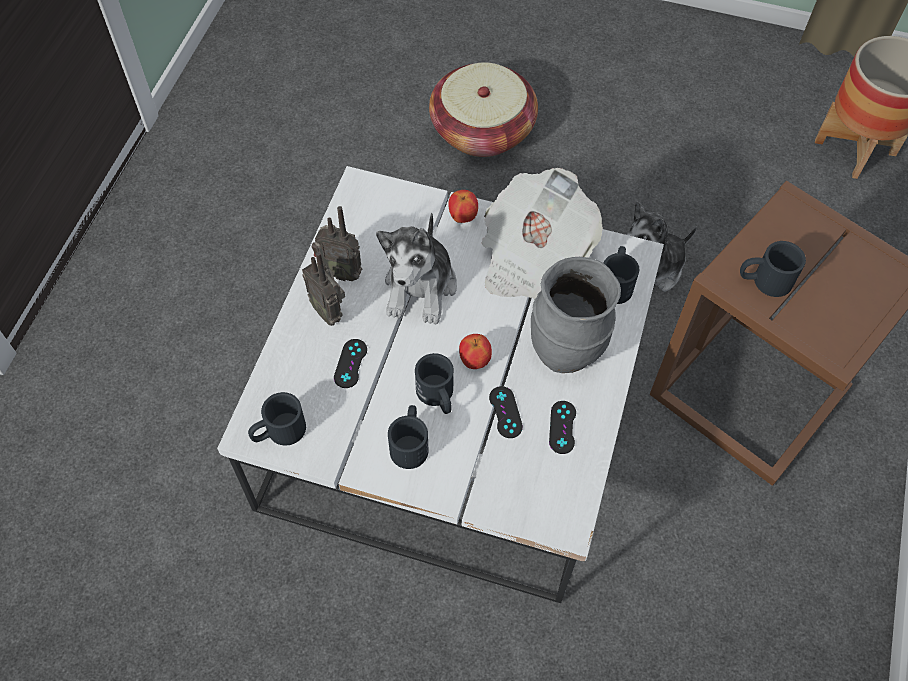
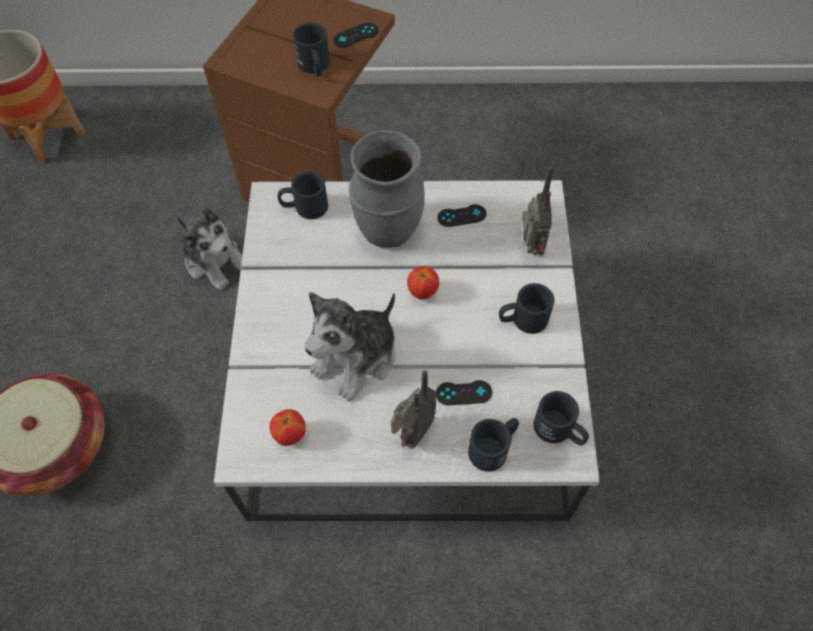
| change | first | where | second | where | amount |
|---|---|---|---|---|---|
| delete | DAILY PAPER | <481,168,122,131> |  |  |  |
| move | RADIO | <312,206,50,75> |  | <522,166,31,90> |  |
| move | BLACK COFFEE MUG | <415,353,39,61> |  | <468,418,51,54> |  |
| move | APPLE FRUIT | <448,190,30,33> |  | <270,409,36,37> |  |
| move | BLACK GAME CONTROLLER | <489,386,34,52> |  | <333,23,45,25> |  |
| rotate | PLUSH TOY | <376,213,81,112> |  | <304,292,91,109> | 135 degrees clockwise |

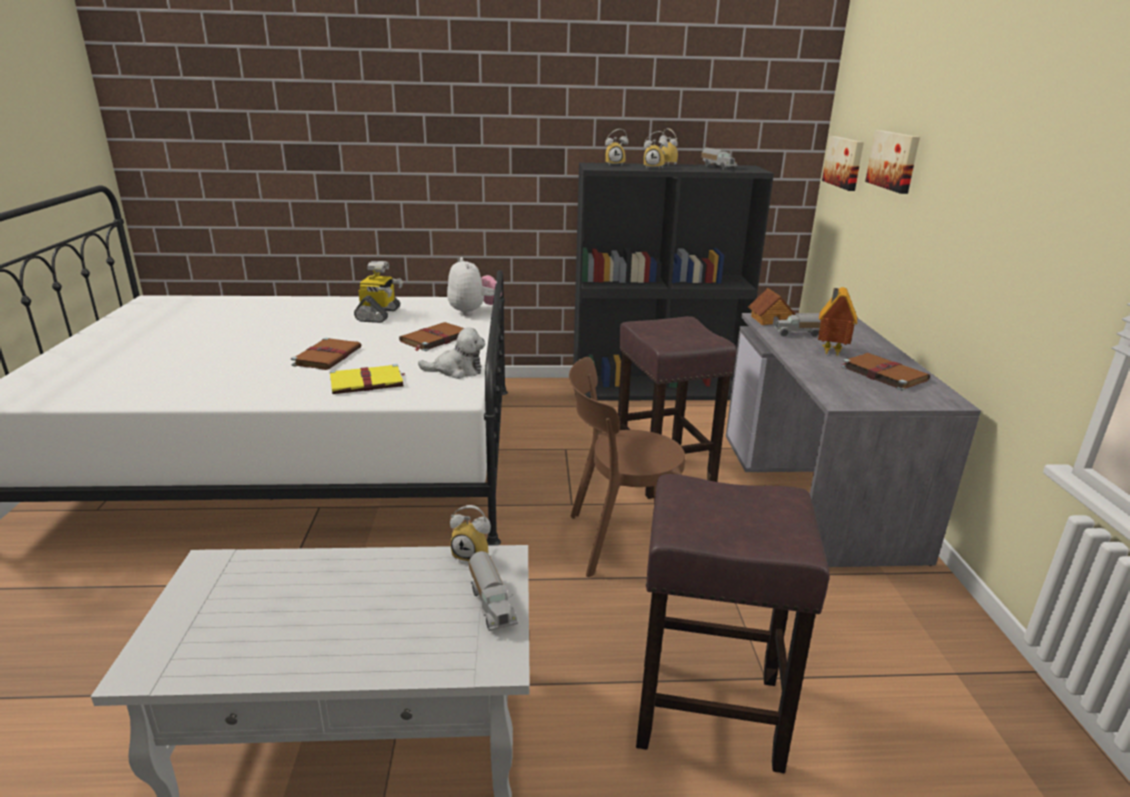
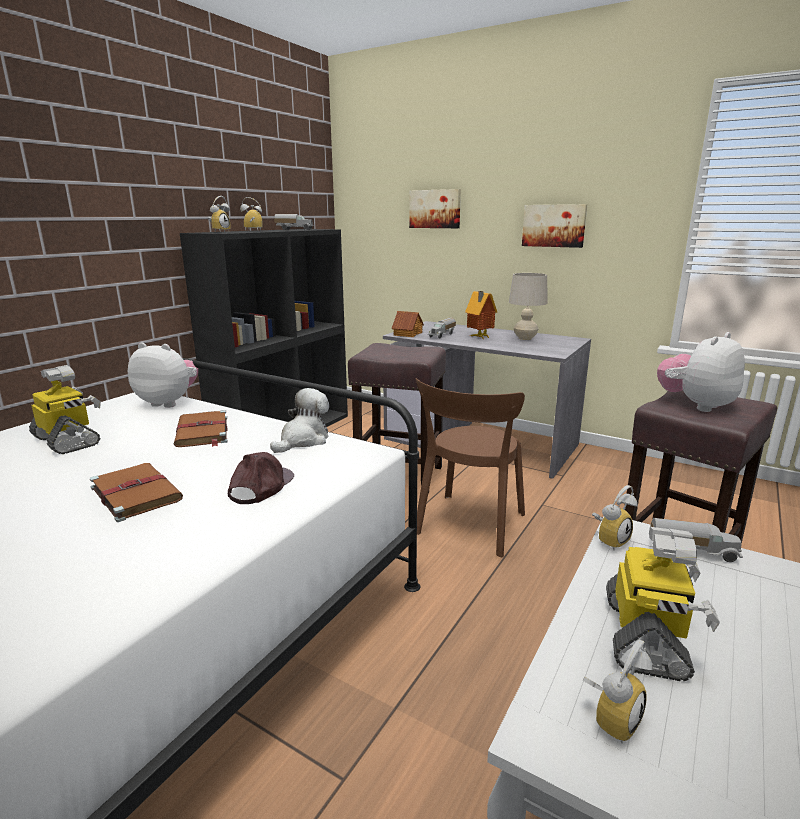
| change | first | where | second | where | amount |
|---|---|---|---|---|---|
| insert |  |  | ROBOT FIGURE | <606,527,114,154> |  |
| insert |  |  | PLUSH TOY | <657,332,88,80> |  |
| move | TABLE CLOCK | <644,131,24,38> |  | <583,640,70,103> |  |
| move | PICTURE | <822,136,42,55> |  | <522,204,65,44> |  |
| replace | YELLOW VOLUME | <330,364,75,30> | BROWN-COLOURED CAP | <228,452,66,52> |  |
| replace | BROWN-COLOURED VOLUME | <841,353,89,38> | SAND-COLOURED TABLE LAMP | <509,273,39,67> |  |

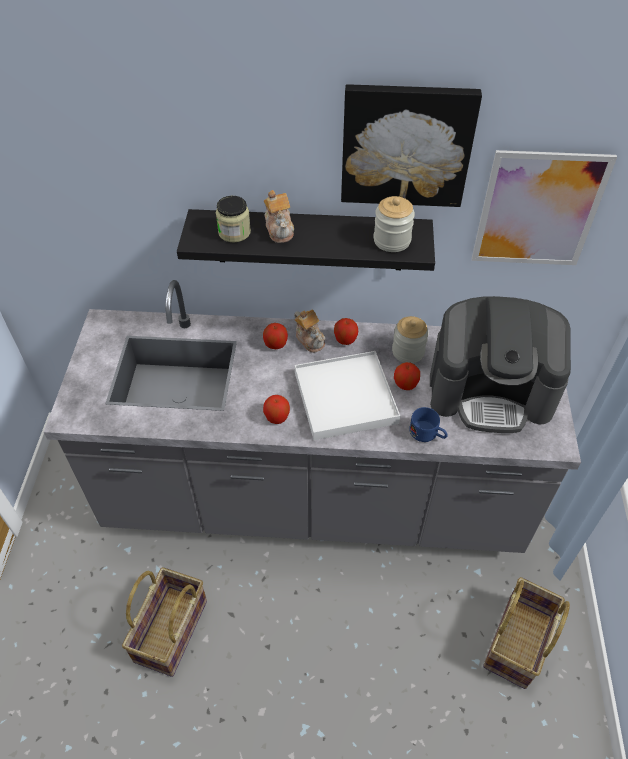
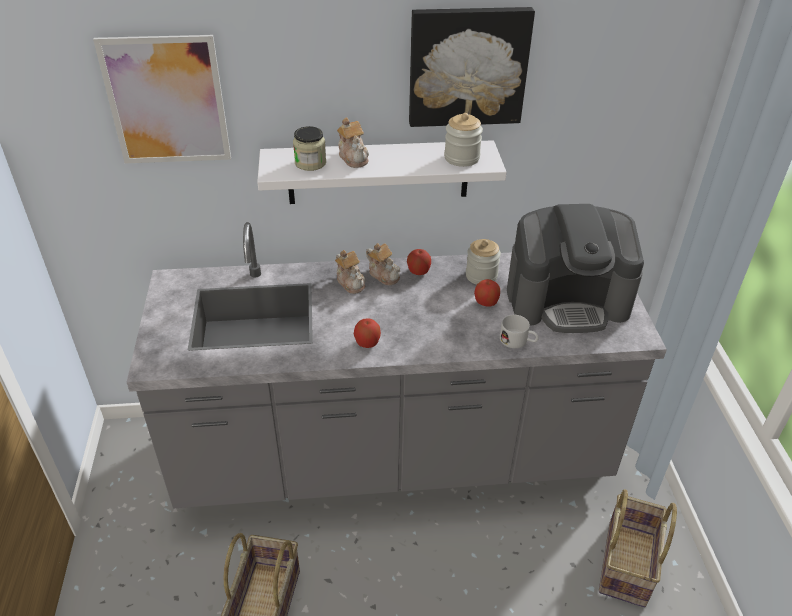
| change | first | where | second | where | amount |
|---|---|---|---|---|---|
| delete | WHITISH TRAY | <295,351,105,89> |  |  |  |
| move | PICTURE | <472,150,145,115> |  | <93,35,138,128> |  |
| replace | APPLE FRUIT | <263,323,25,26> | POT FOR TEA | <335,250,31,44> |  |
| recolor | BLACK WALL SHELF | <177,209,258,62> | WHITISH WALL SHELF | <257,140,250,64> |  |
| recolor | BLUISH COFFEE MUG | <409,407,39,35> | WHITISH COFFEE MUG | <500,315,39,33> |  |

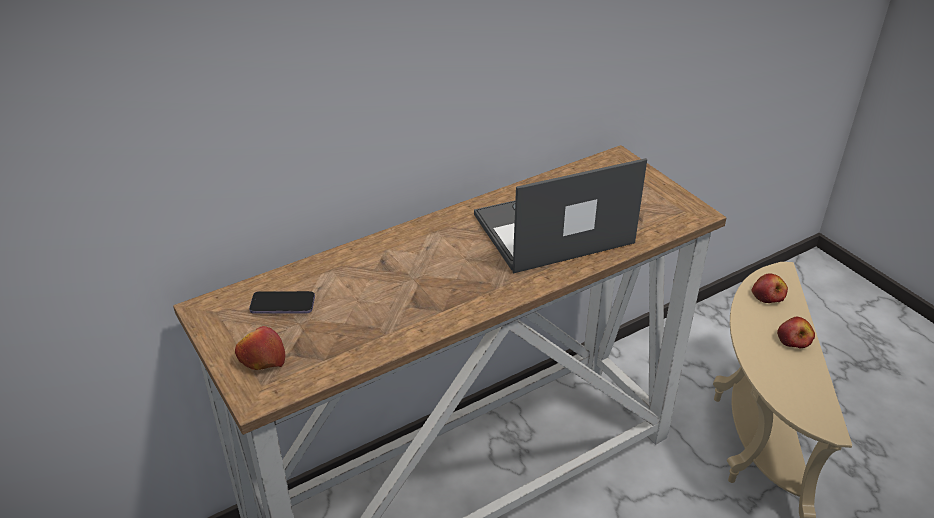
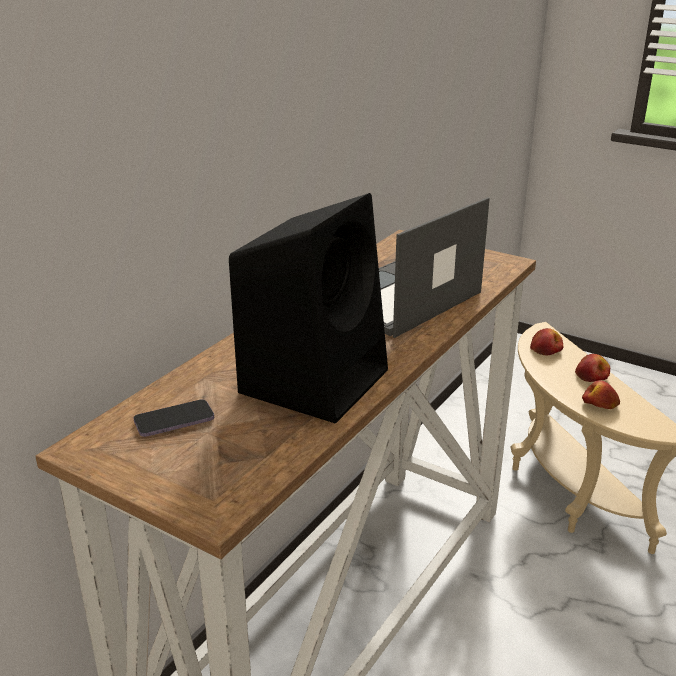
| change | first | where | second | where | amount |
|---|---|---|---|---|---|
| insert |  |  | BLACK SPEAKER | <229,193,159,230> |  |
| move | APPLE FRUIT | <235,326,51,44> |  | <582,381,38,28> |  |

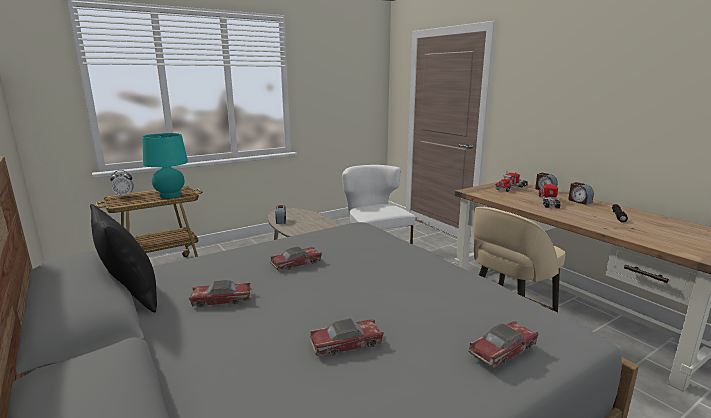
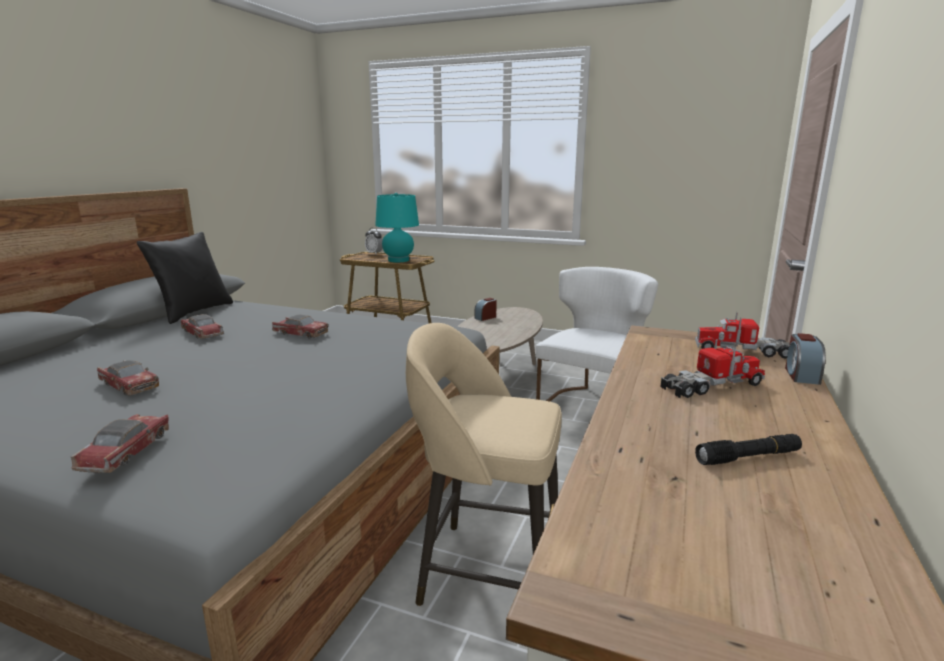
| change | first | where | second | where | amount |
|---|---|---|---|---|---|
| delete | TABLE CLOCK | <568,182,26,23> |  |  |  |
| rotate | MODEL CAR | <468,321,70,47> |  | <71,414,98,59> | 105 degrees counterclockwise |

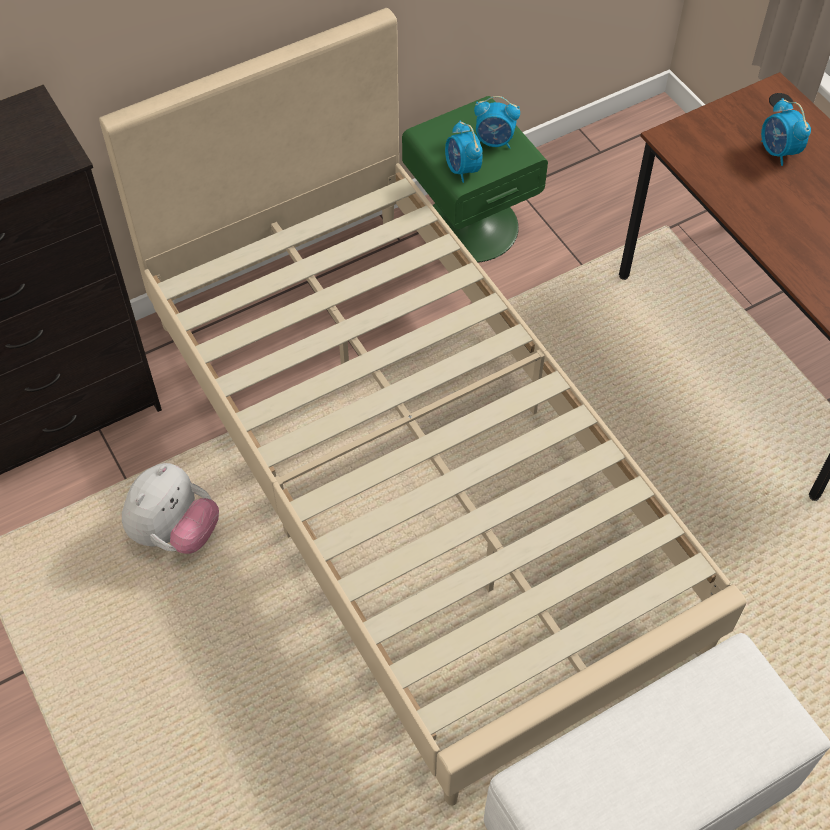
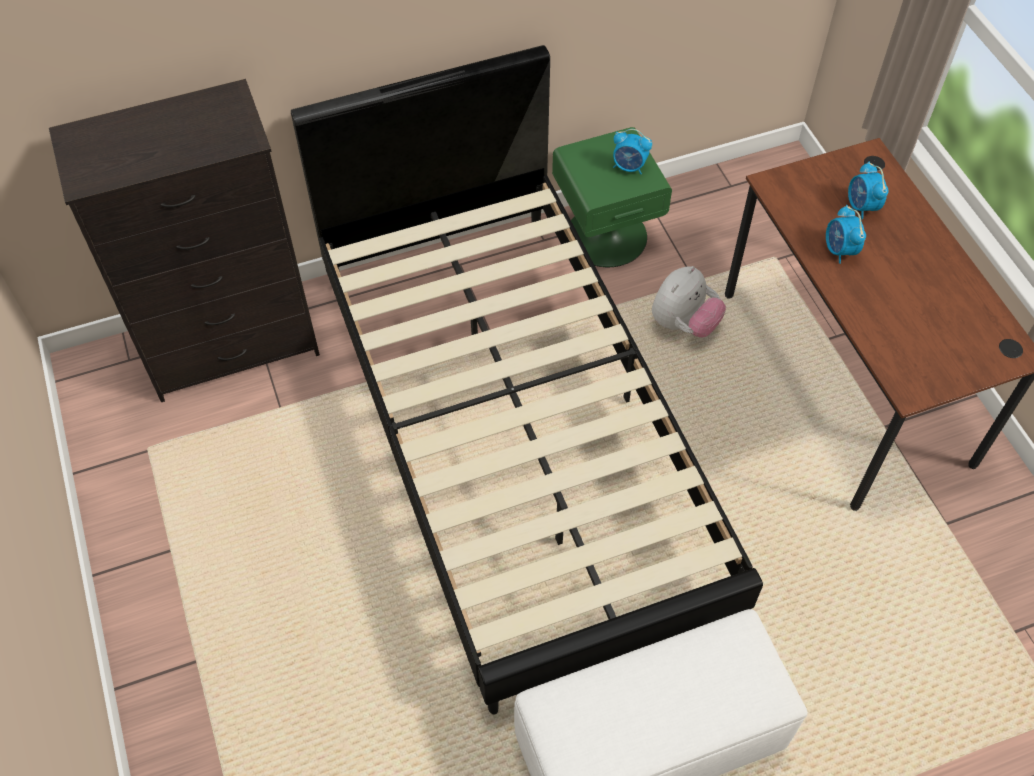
| change | first | where | second | where | amount |
|---|---|---|---|---|---|
| move | PLUSH TOY | <122,463,97,91> |  | <652,266,74,72> |  |
| move | TABLE CLOCK | <445,121,38,62> |  | <826,205,40,59> |  |
| recolor | SAND-COLOURED BEDROOM BED | <99,8,648,797> | BLACK BEDROOM BED | <291,45,472,669> |  |

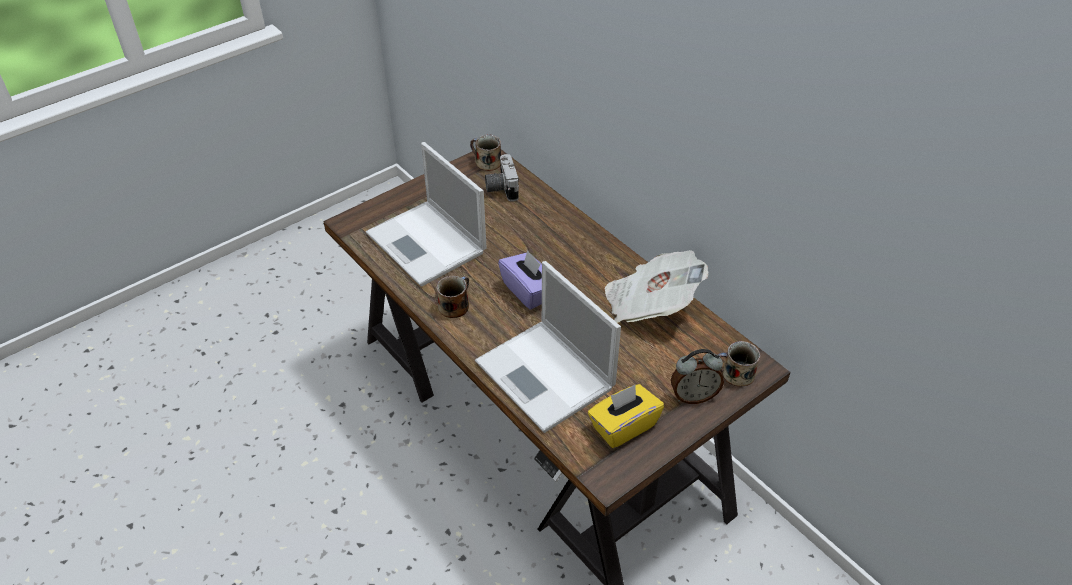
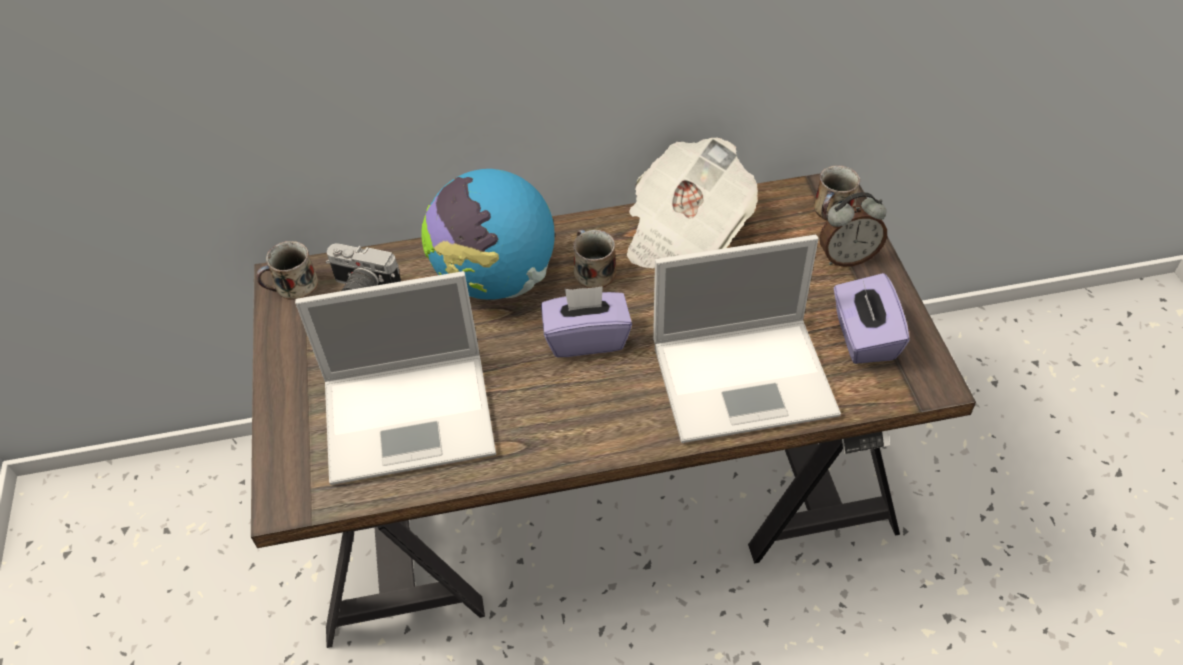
| change | first | where | second | where | amount |
|---|---|---|---|---|---|
| insert |  |  | WORLD GLOBE | <421,169,134,131> |  |
| move | COFFEE MUG | <436,276,33,42> |  | <573,229,43,59> |  |
| recolor | YELLOW TISSUE BOX | <588,384,76,64> | PURPLE-COLOURED TISSUE BOX | <834,273,76,91> |  |
| rotate | TABLE CLOCK | <671,349,53,55> |  | <819,192,68,75> | 60 degrees clockwise |

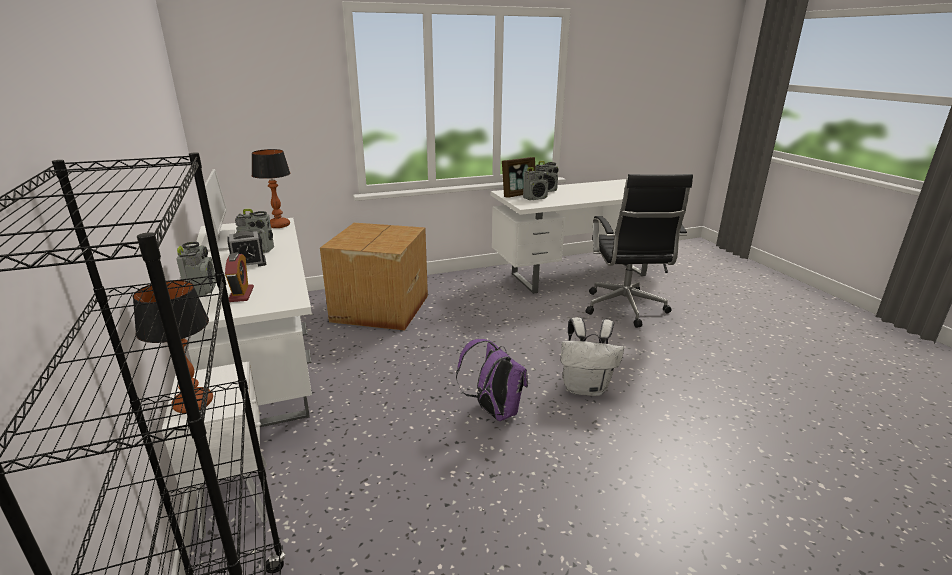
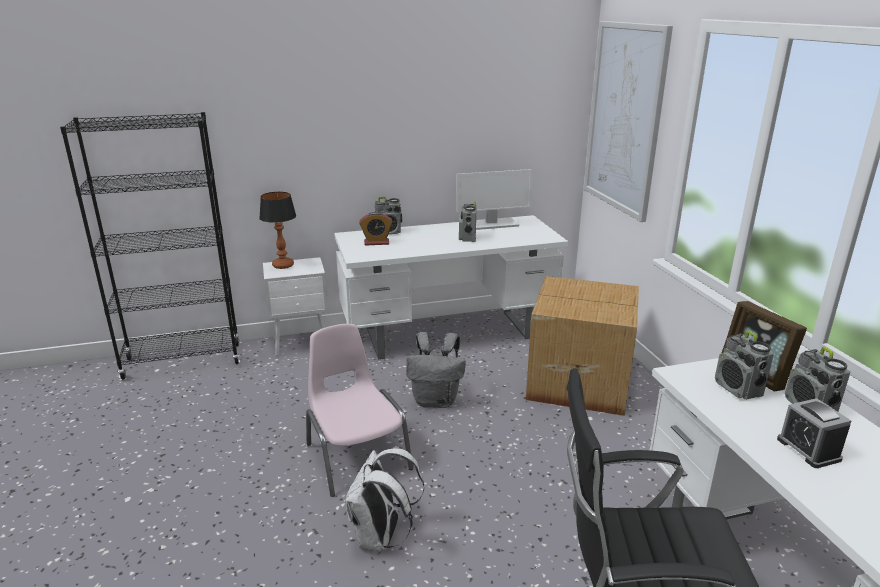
| change | first | where | second | where | amount |
|---|---|---|---|---|---|
| delete | TABLE LAMP | <252,149,38,79> |  |  |  |
| insert |  |  | GRAY BACKPACK | <406,332,60,76> |  |
| insert |  |  | PICTURE | <584,21,89,201> |  |
| move | TABLE CLOCK | <227,231,40,35> |  | <777,398,74,70> |  |
| replace | PURPLE-COLOURED BACKPACK | <456,339,72,82> | PINK-COLOURED UPRIGHT CHAIR | <306,324,107,173> |  |

